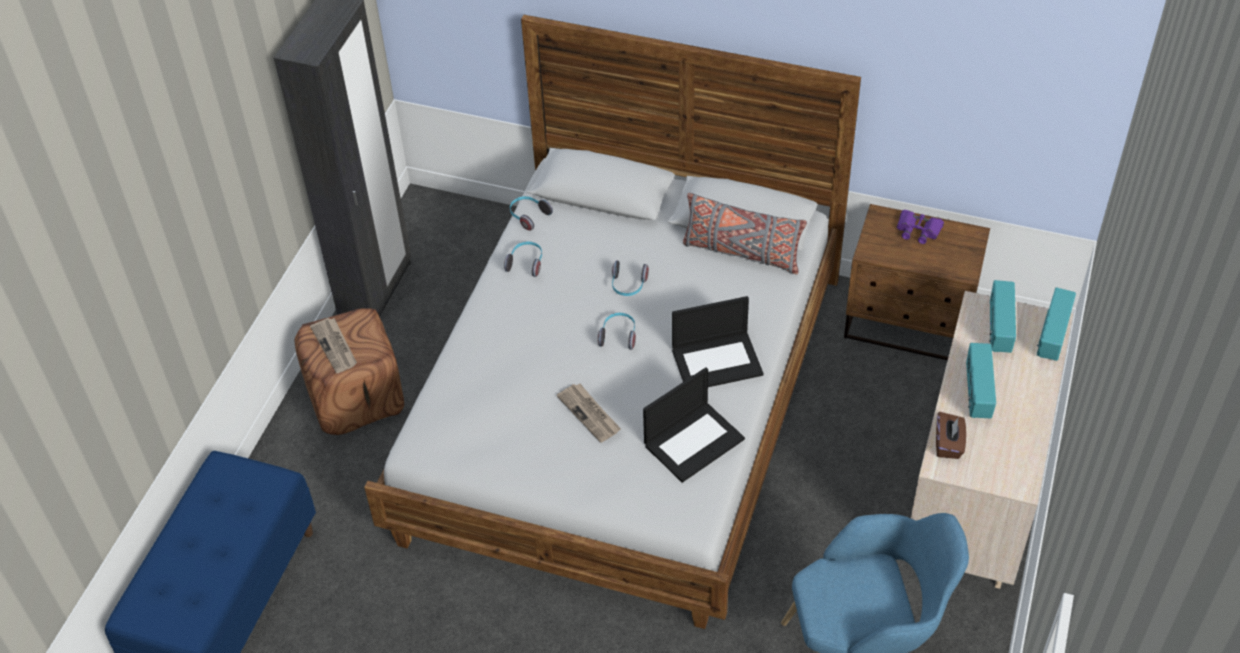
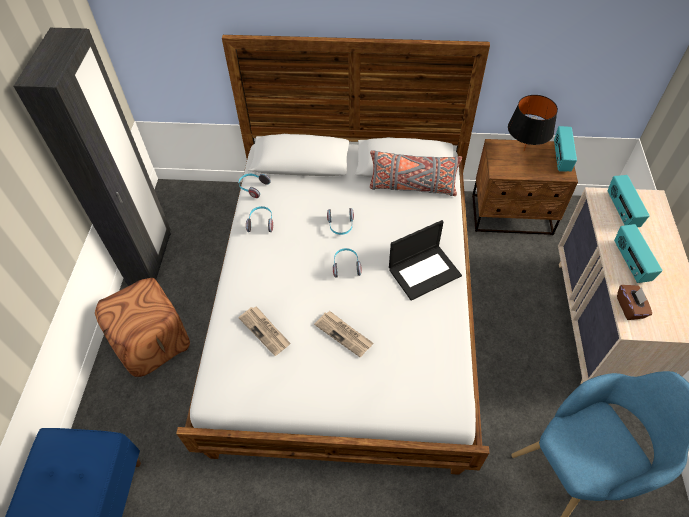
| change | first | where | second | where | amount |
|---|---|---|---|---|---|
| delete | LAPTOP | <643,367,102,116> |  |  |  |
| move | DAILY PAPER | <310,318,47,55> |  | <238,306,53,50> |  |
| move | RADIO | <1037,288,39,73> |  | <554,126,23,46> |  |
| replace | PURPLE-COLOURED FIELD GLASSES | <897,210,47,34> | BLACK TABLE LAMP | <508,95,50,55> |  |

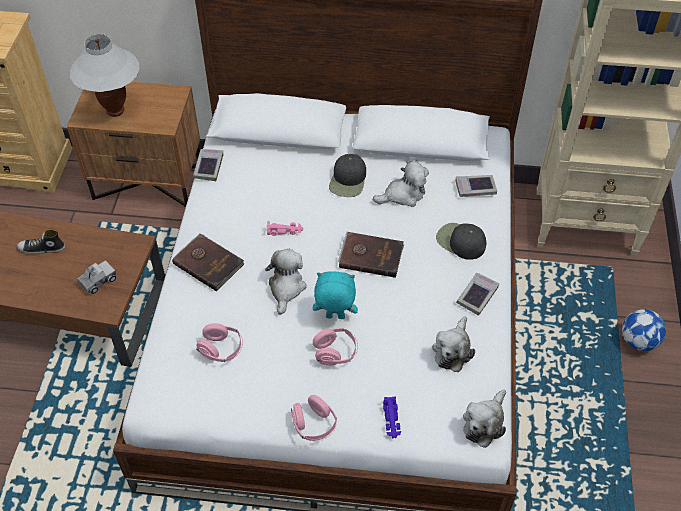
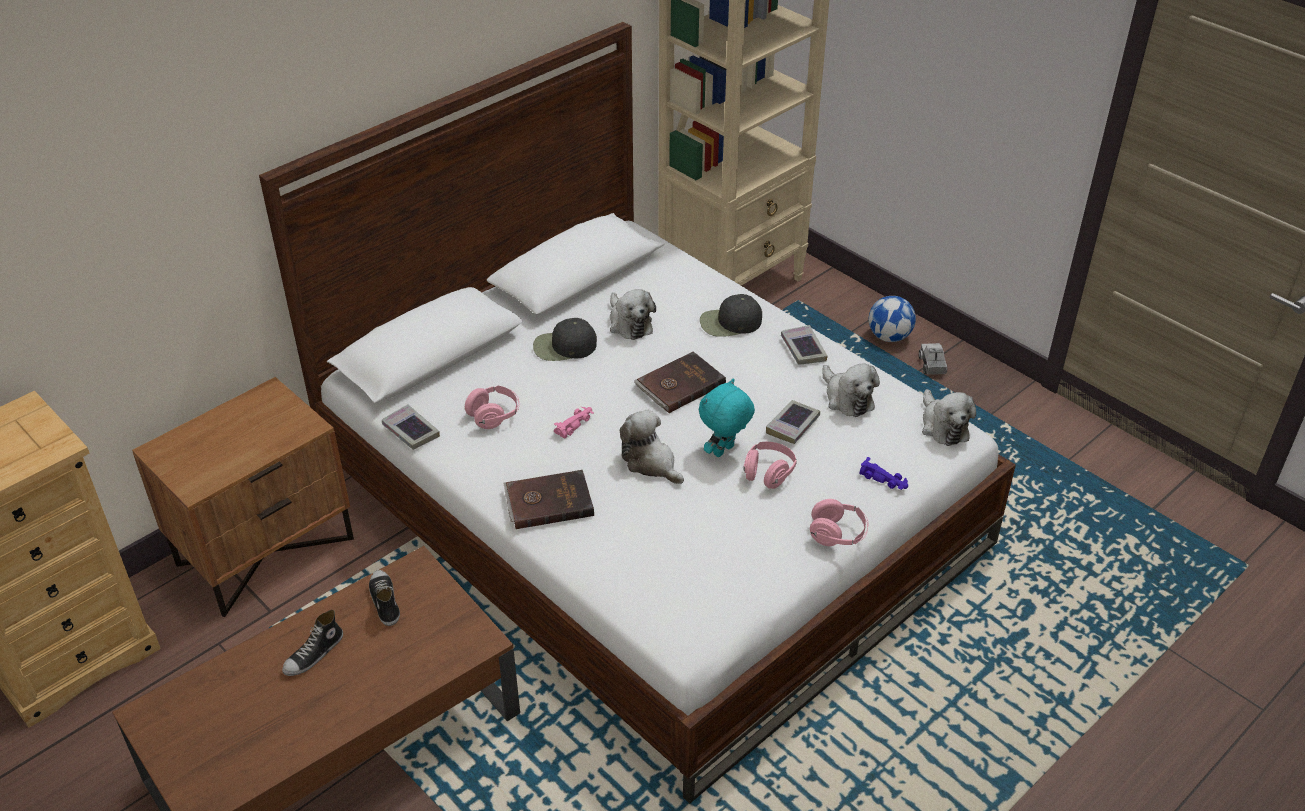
| change | first | where | second | where | amount |
|---|---|---|---|---|---|
| delete | WHITISH TABLE LAMP | <70,34,69,83> |  |  |  |
| insert |  |  | ITEM OF FOOTWEAR | <369,570,31,56> |  |
| move | MODEL TRUCK | <77,260,40,34> |  | <919,343,28,32> |  |
| move | PINK-COLOURED PAIR OF HEADPHONES | <196,323,47,39> |  | <465,385,54,44> |  |
| move | VOLUME | <455,175,42,22> |  | <766,400,54,44> |  |
| rotate | BLACK CAP | <329,154,37,43> |  | <533,318,64,43> | 120 degrees clockwise |
| rotate | PLUSH TOY | <373,160,56,47> |  | <610,289,46,51> | 135 degrees clockwise |

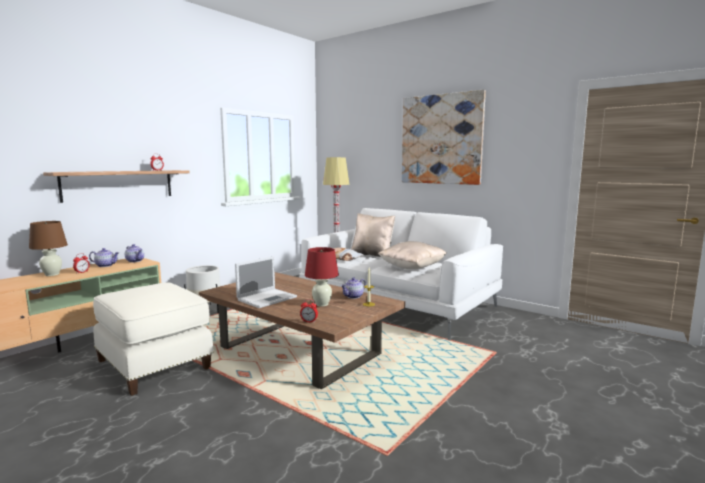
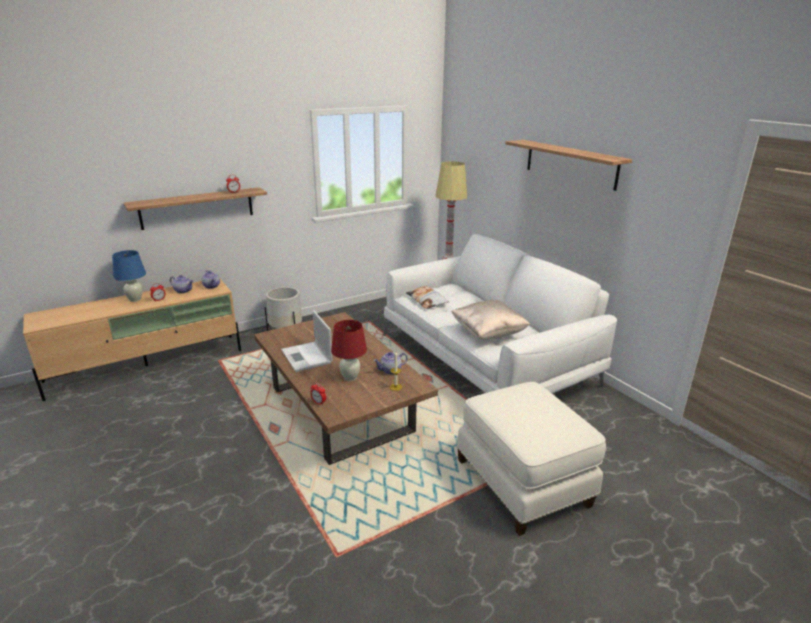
| change | first | where | second | where | amount |
|---|---|---|---|---|---|
| delete | SAND-COLOURED CUSHION | <351,213,44,44> |  |  |  |
| move | WHITISH OTTOMAN | <93,282,121,114> |  | <457,382,149,154> |  |
| replace | PICTURE | <402,90,84,95> | WALL SHELF | <505,140,127,51> |  |
| recolor | BROWN-COLOURED TABLE LAMP | <29,221,39,55> | BLUISH TABLE LAMP | <112,250,34,52> |  |
| rotate | LAPTOP | <235,256,62,52> |  | <281,310,52,62> | 90 degrees clockwise |

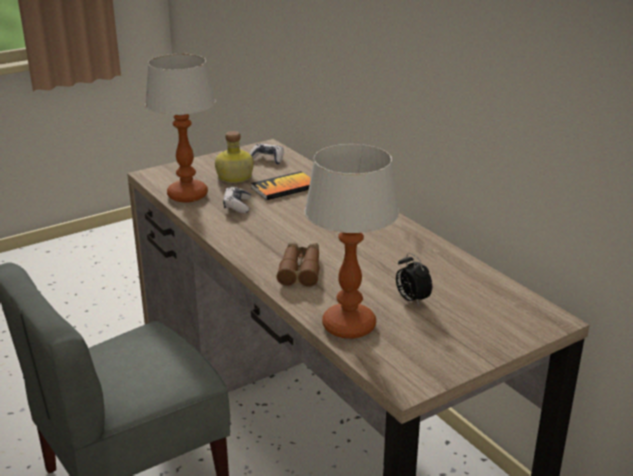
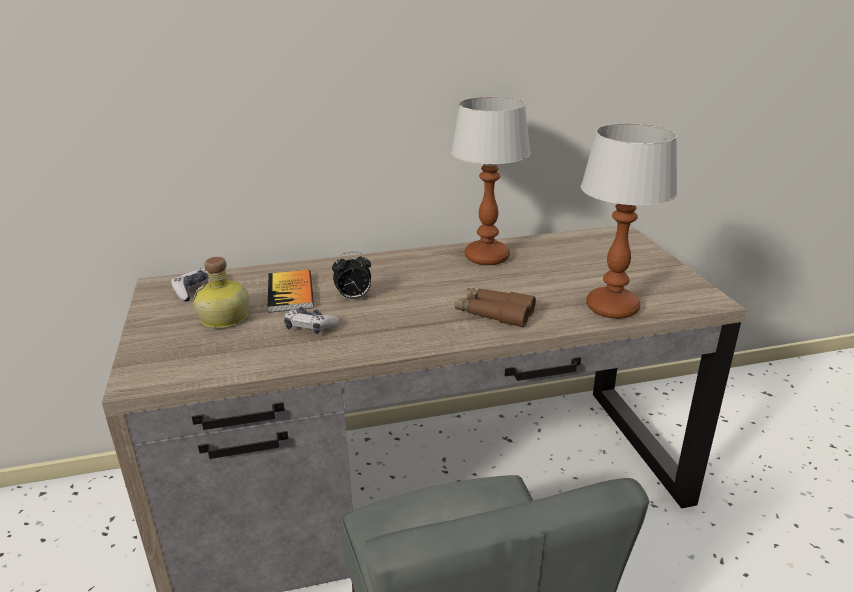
| change | first | where | second | where | amount |
|---|---|---|---|---|---|
| move | TABLE LAMP | <145,54,71,148> |  | <451,97,80,168> |  |
| move | TABLE CLOCK | <396,253,36,53> |  | <332,252,39,49> |  |

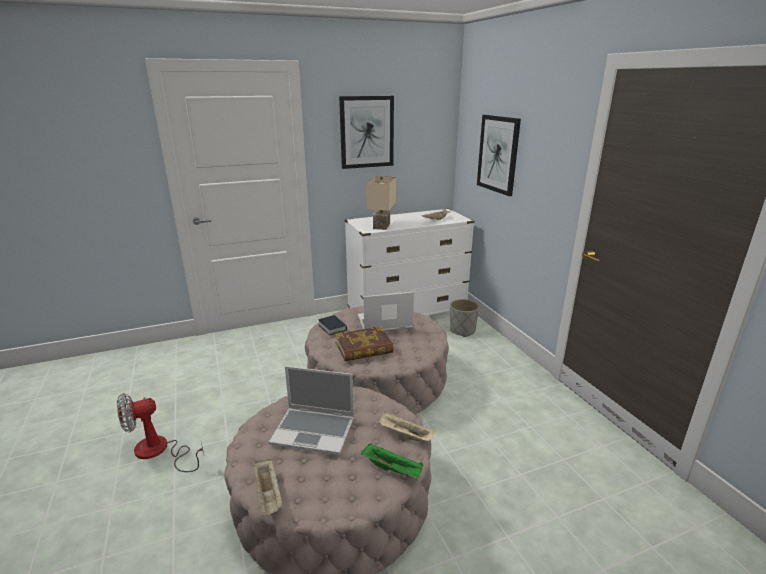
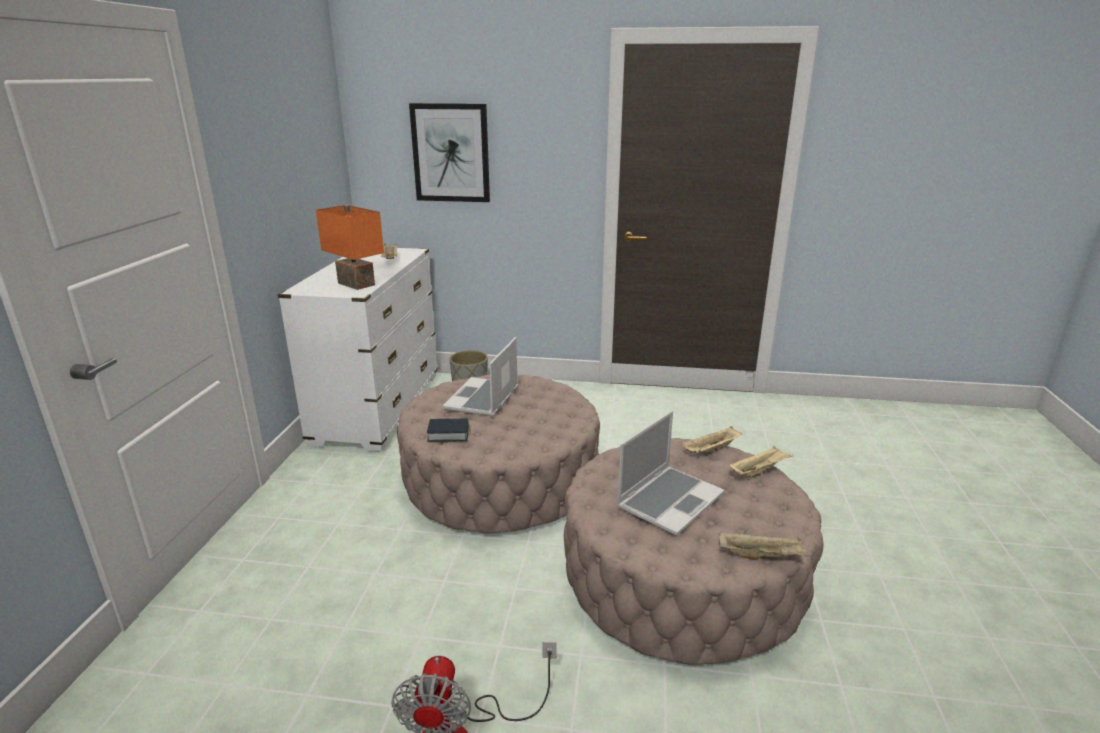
| change | first | where | second | where | amount |
|---|---|---|---|---|---|
| delete | VOLUME | <335,326,59,35> |  |  |  |
| delete | PICTURE | <339,96,55,73> |  |  |  |
| recolor | GREEN-COLOURED TRAY | <361,443,62,36> | SAND-COLOURED TRAY | <729,446,64,31> |  |
| recolor | SAND-COLOURED TABLE LAMP | <366,176,30,54> | ORANGE-COLOURED TABLE LAMP | <316,204,68,86> |  |

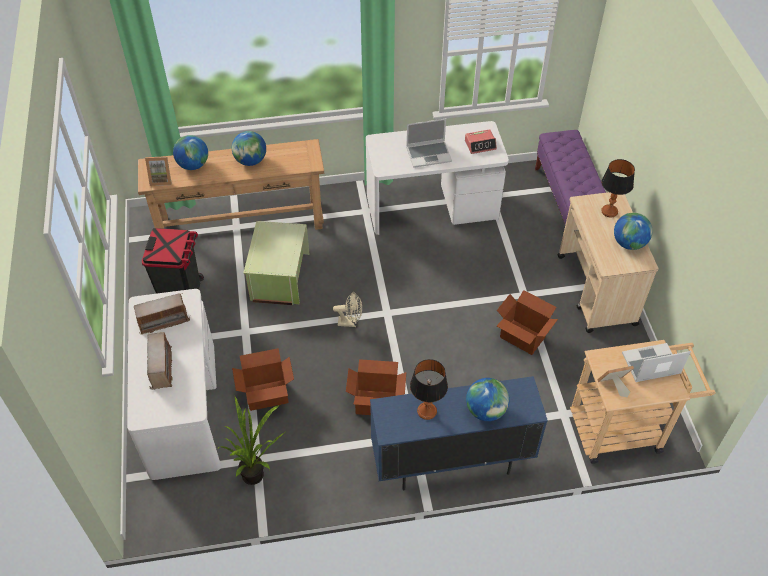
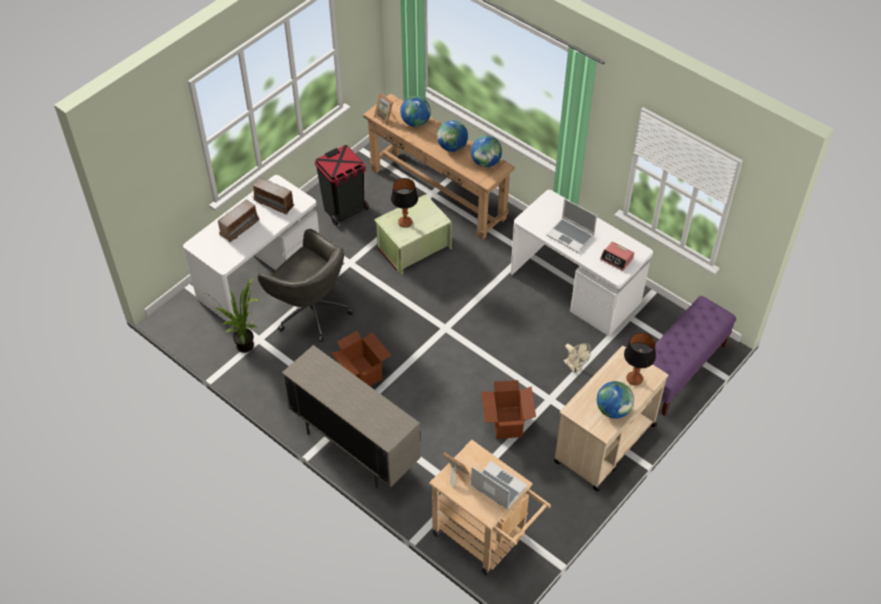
| change | first | where | second | where | amount |
|---|---|---|---|---|---|
| move | SAND-COLOURED COOLING FAN | <333,292,29,35> |  | <564,343,27,30> |  |
| move | TABLE LAMP | <410,359,38,61> |  | <391,178,27,50> |  |
| move | WORLD GLOBE | <466,378,44,43> |  | <471,136,31,31> |  |
| replace | CARDBOARD BOX | <232,348,62,63> | GRAY COMPUTER CHAIR | <258,229,96,114> |  |
| recolor | BLUISH STORAGE CABINET | <370,376,178,115> | SAND-COLOURED STORAGE CABINET | <282,345,139,143> |  |

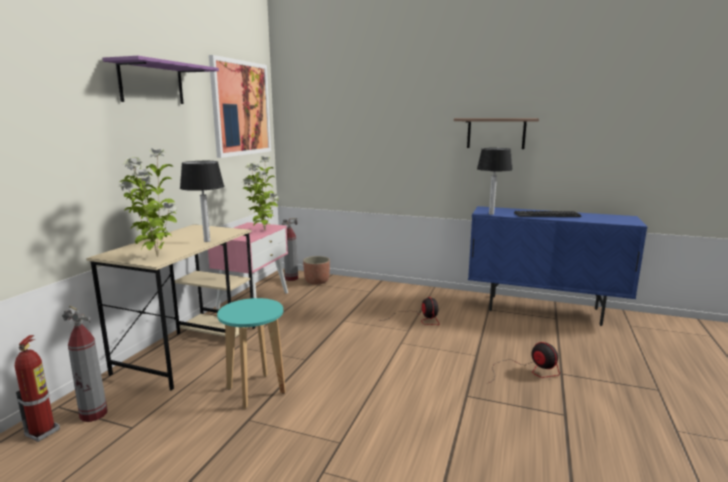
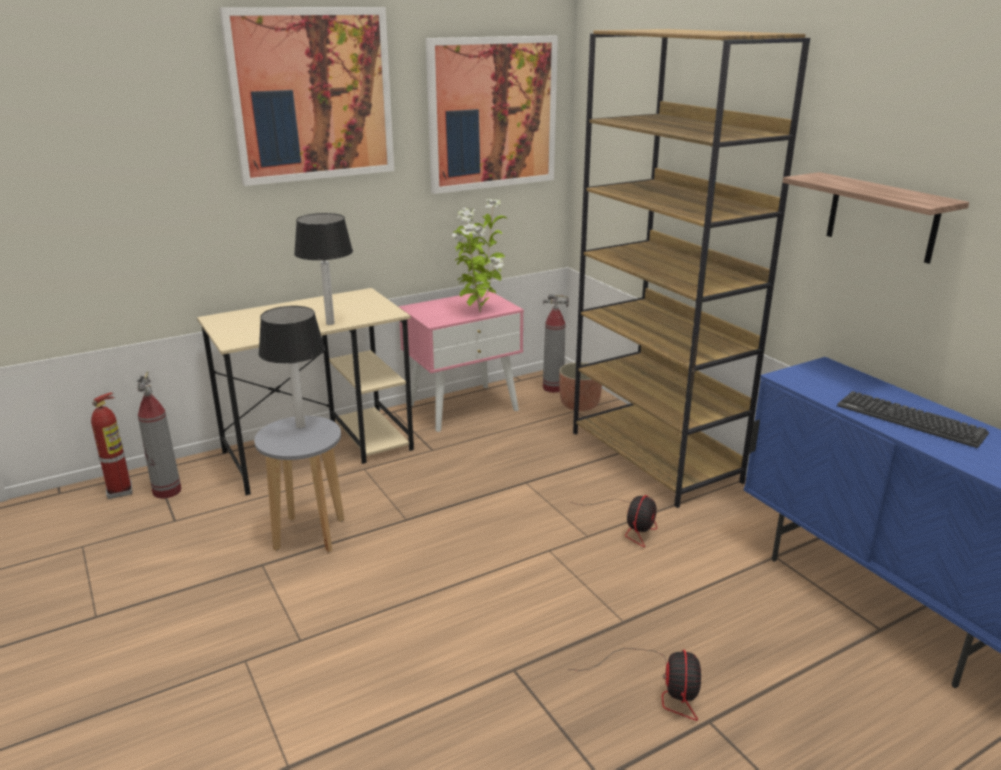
| change | first | where | second | where | amount |
|---|---|---|---|---|---|
| delete | HOUSEPLANT | <118,148,60,109> |  |  |  |
| insert |  |  | BROWN-COLOURED SHELVING UNIT | <573,29,237,479> |  |
| move | TABLE LAMP | <477,148,36,67> |  | <258,306,67,122> |  |
| replace | PURPLE-COLOURED WALL SHELF | <103,56,116,48> | PICTURE | <219,7,175,179> |  |
| recolor | TURQUOISE-COLOURED STOOL SEAT | <217,298,69,111> | GRAY STOOL SEAT | <254,416,91,136> |  |

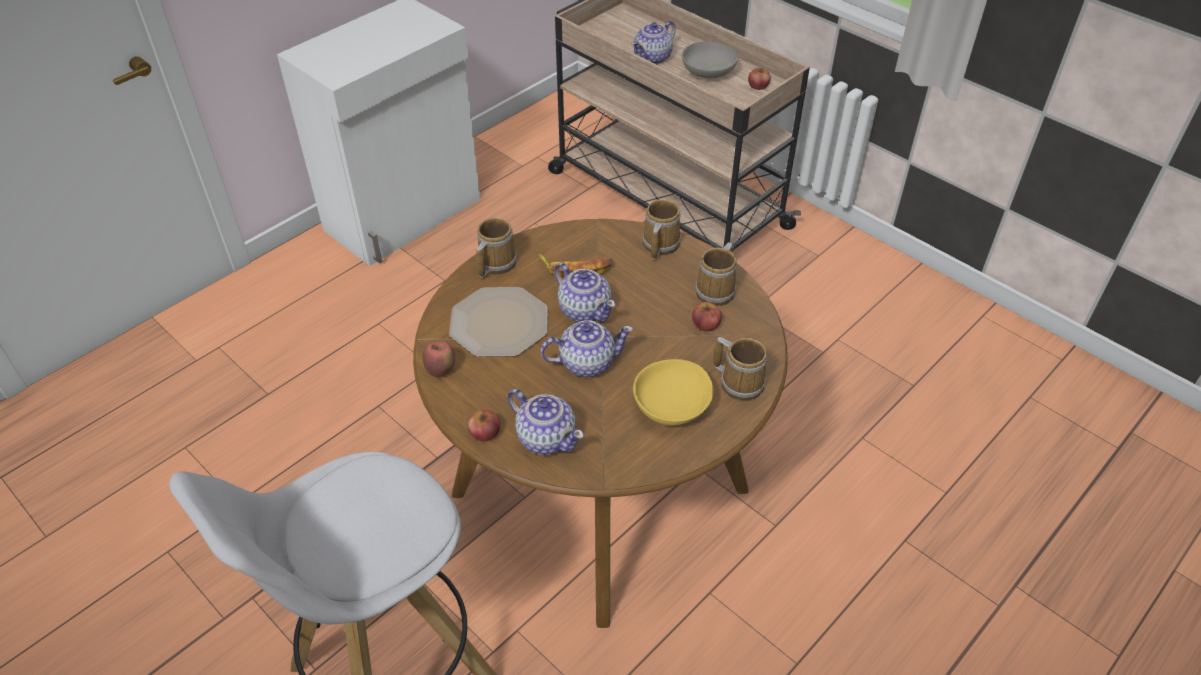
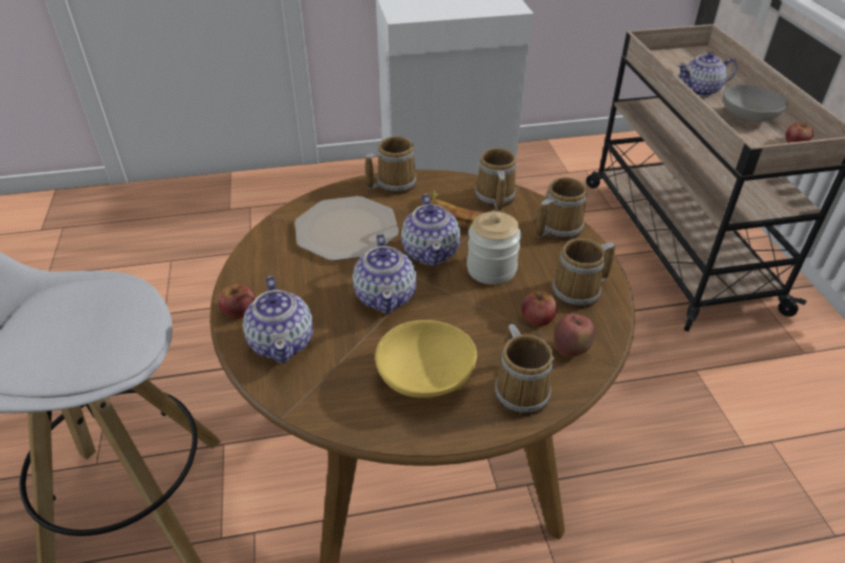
| change | first | where | second | where | amount |
|---|---|---|---|---|---|
| insert |  |  | STORAGE JAR | <467,211,54,74> |  |
| insert |  |  | COFFEE MUG | <475,148,42,64> |  |
| move | APPLE FRUIT | <423,341,32,36> |  | <554,314,41,43> |  |
| rotate | POT FOR TEA | <541,320,92,57> |  | <353,234,64,80> | 60 degrees clockwise |

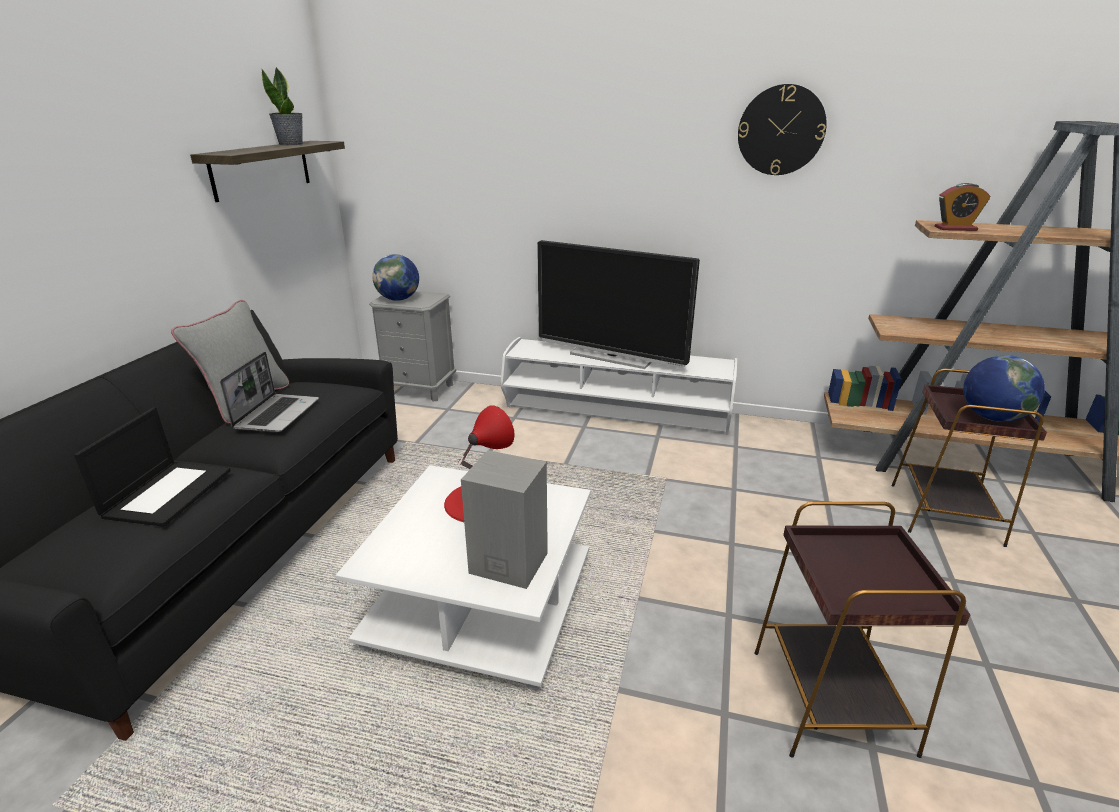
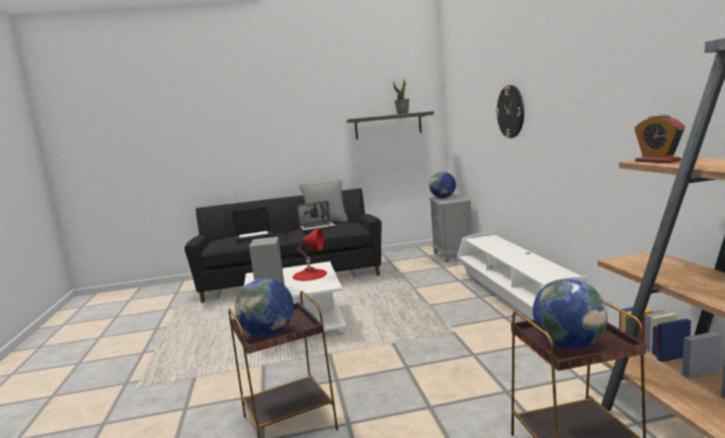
| change | first | where | second | where | amount |
|---|---|---|---|---|---|
| delete | TV | <537,240,163,129> |  |  |  |
| insert |  |  | WORLD GLOBE | <235,278,59,59> |  |
| move | WALL CLOCK | <738,84,89,91> |  | <495,85,29,53> |  |

